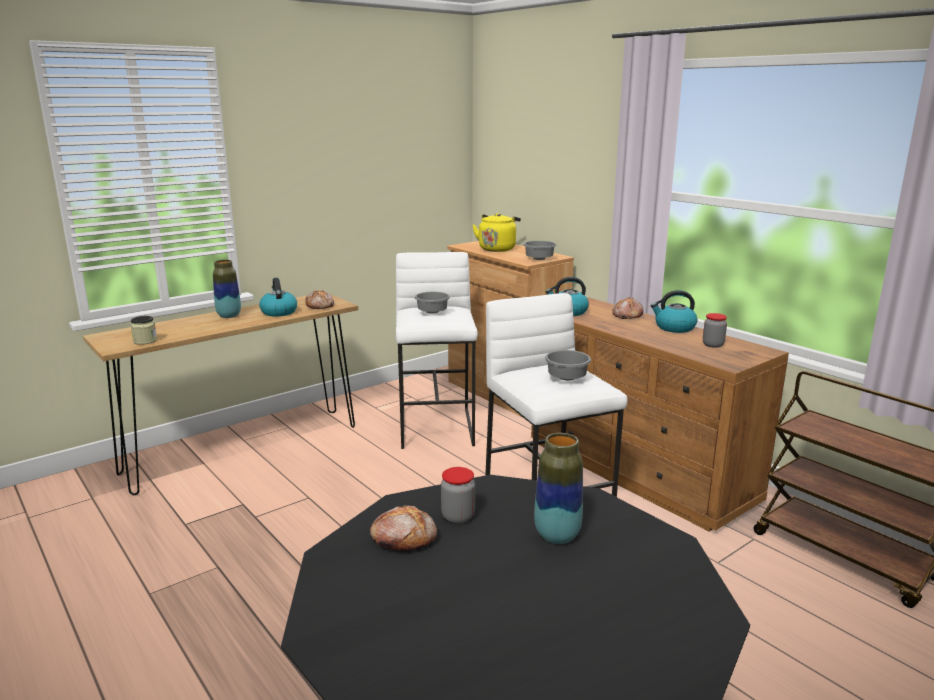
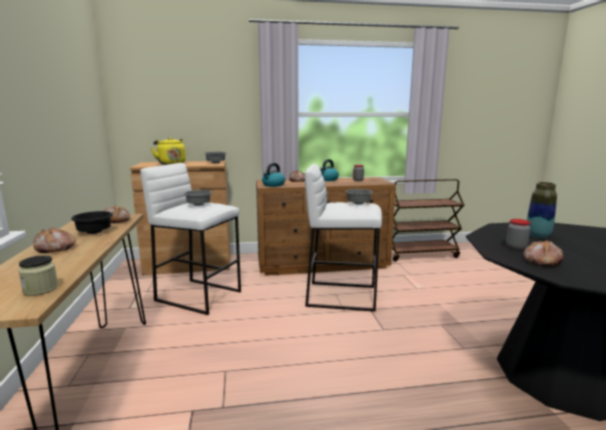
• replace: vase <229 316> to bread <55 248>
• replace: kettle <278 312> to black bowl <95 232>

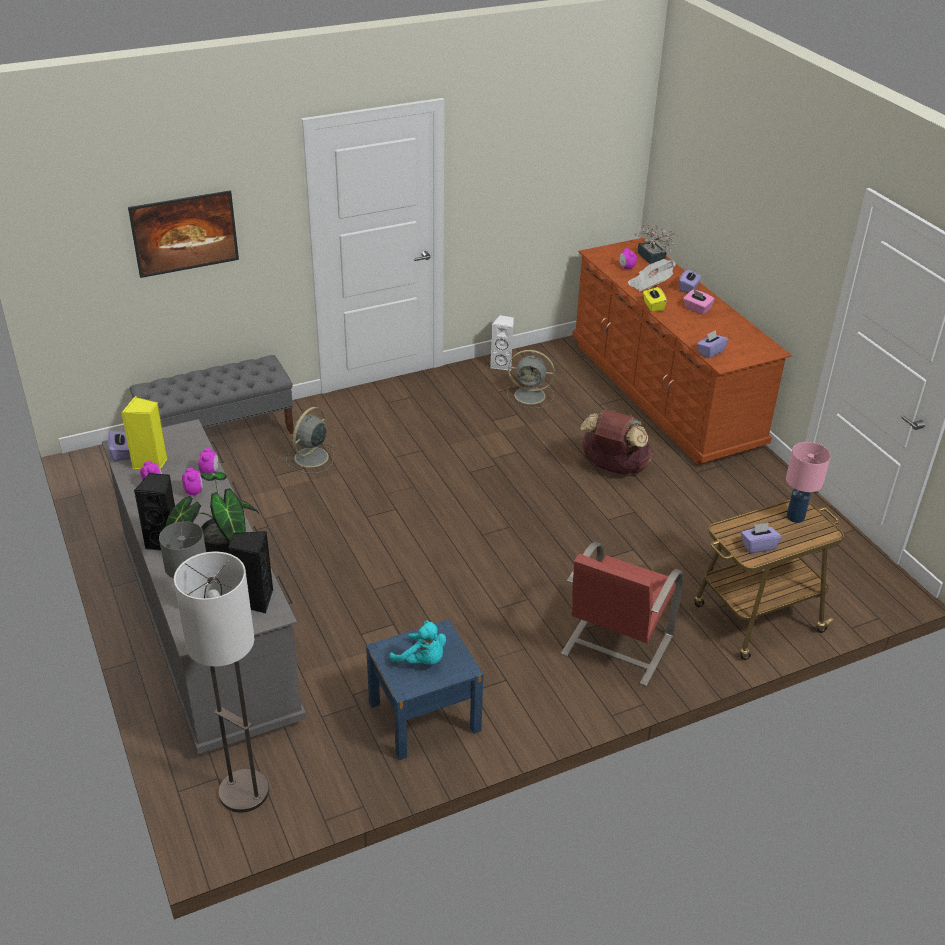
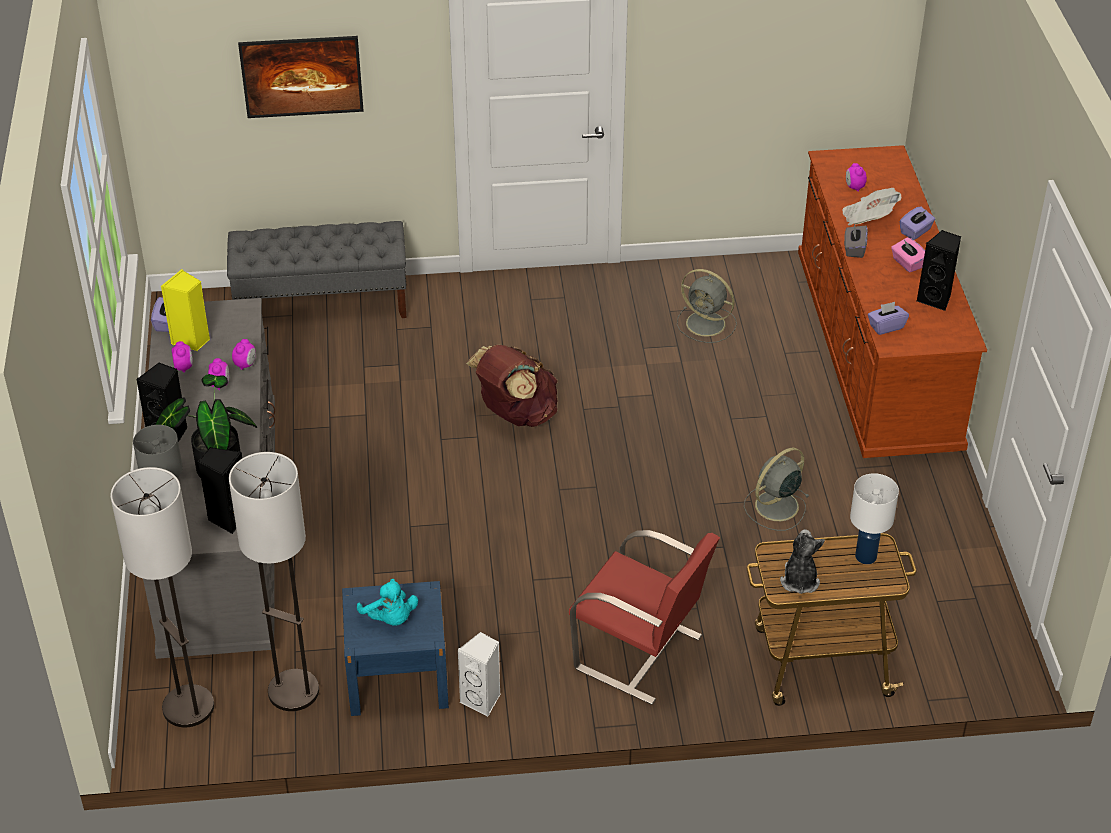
• delete: potted plant <652 258>
• recolor: yellow tissue box <653 306> to grey tissue box <854 249>
• move: white speaker <502 364> to <482 700>
• move: grey fan <310 458> to <775 507>
• move: brown backpack <614 468> to <516 414>
• recolor: pink table lamp <795 516> to white table lamp <866 556>
• replace: purple tissue box <758 546> to plush toy <799 580>
• rotate: red chair <615 646> = <640 654> 105 degrees counterclockwise
• insert: black speaker <936 299>
• insert: floor lamp <293 691>

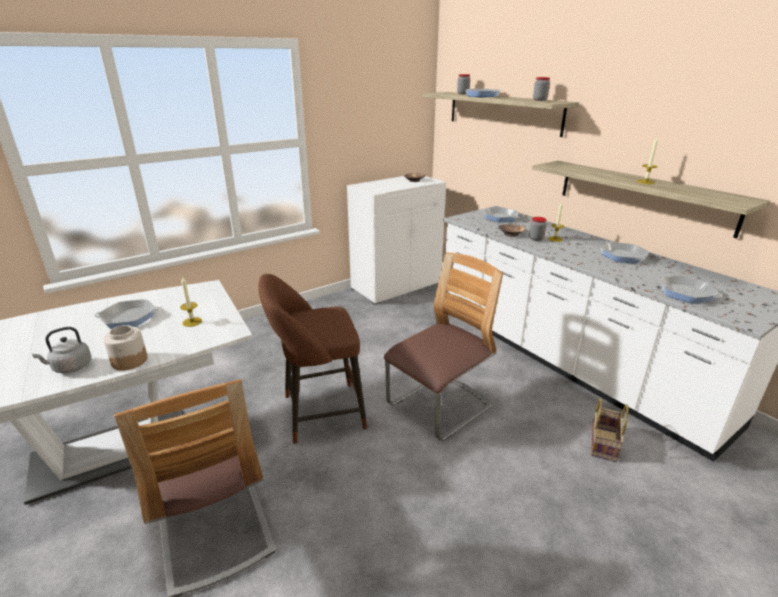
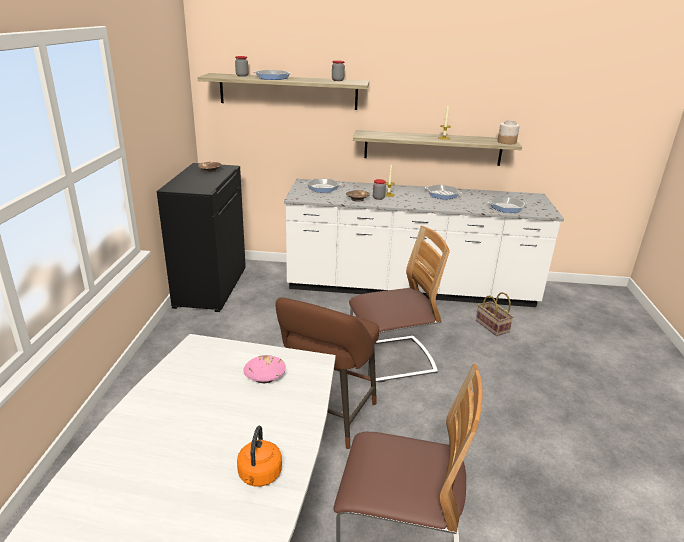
• recolor: white cabinet <396 286> to black cabinet <210 287>
• rotate: chair <439 407> = <392 359> 75 degrees clockwise
• replace: candle <192 322> to pink bowl <265 376>
• delete: frying pan <129 318>
• move: jar <129 361> to <506 142>
• recolor: grey kettle <70 367> to orange kettle <259 476>

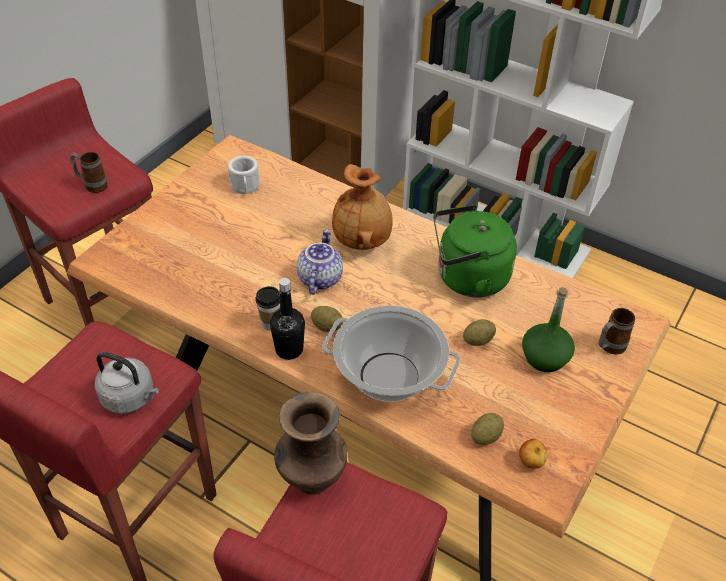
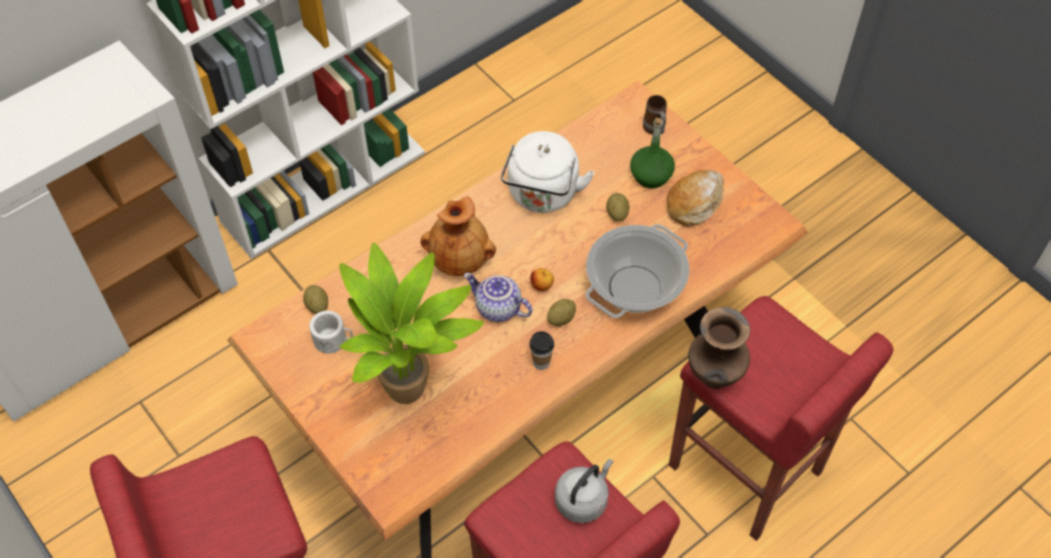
• delete: mug <92 185>
• recolor: green kettle <468 278> to white kettle <542 195>
• delete: black bottle <289 349>
• move: potato <485 436> to <317 306>
• move: apple <530 462> to <542 286>
• insert: bread <695 202>
• insert: potted plant <412 389>

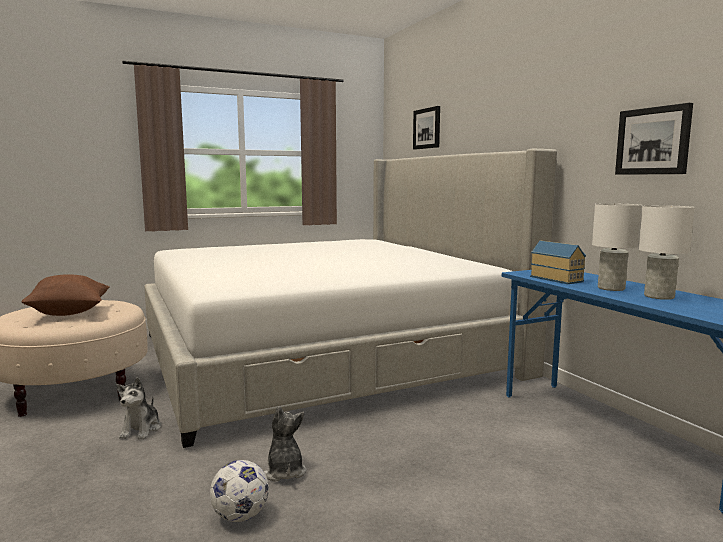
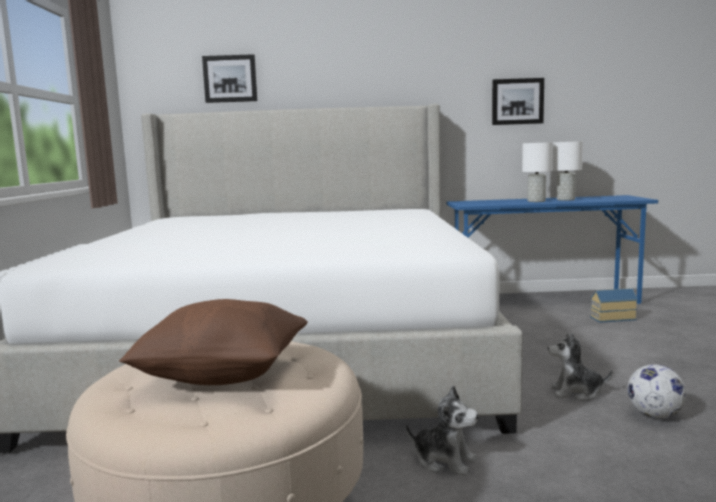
• move: toy house <557 279> to <611 318>

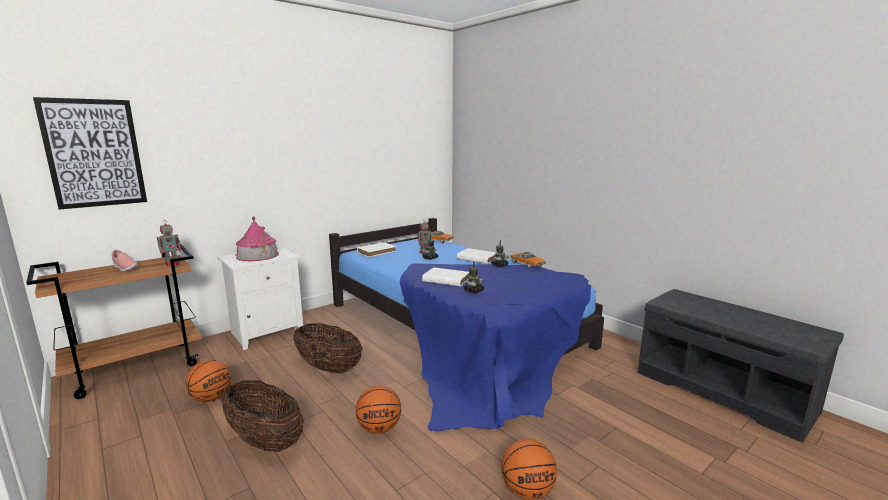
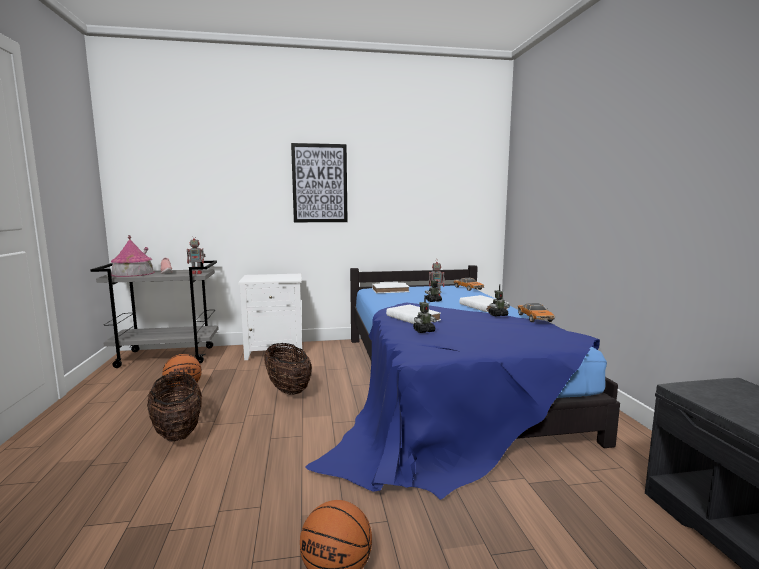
• move: picture <94 153> to <319 183>
• move: toy house <257 255> to <133 273>
• recolor: brown cart <137 368> to grey cart <167 357>
• delete: basketball <379 428>

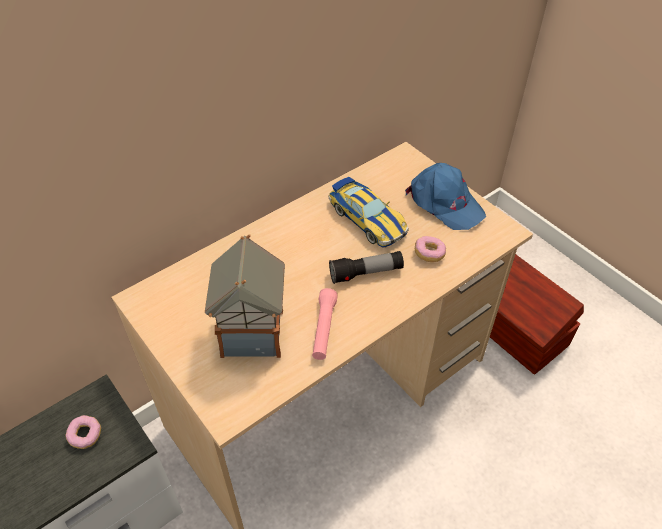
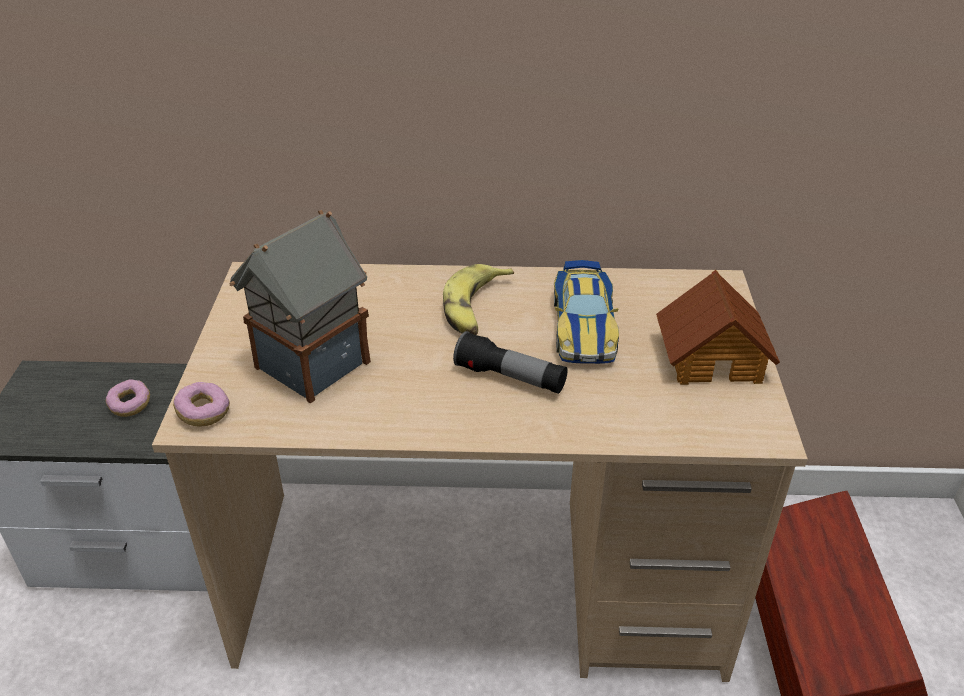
• replace: blue cap <444 203> to toy house <712 358>
• move: donut <429 254> to <204 413>
• delete: pink flashlight <324 329>
• insert: banana <475 309>

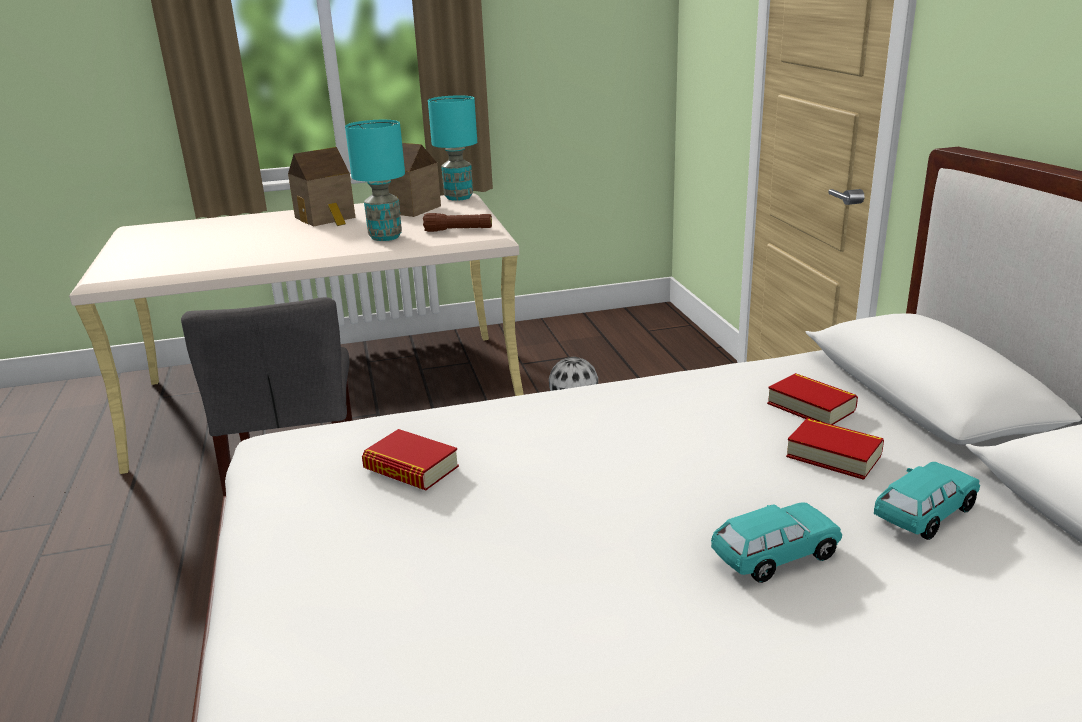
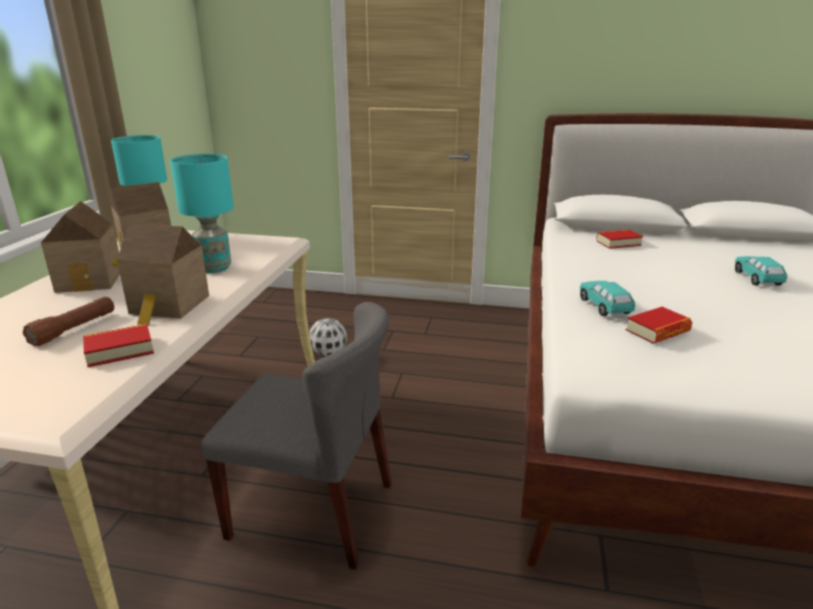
• move: brown flashlight <458 230> to <74 329>
• move: book <833 456> to <120 351>
• move: turquoise toy car <924 514> to <604 307>
• insert: toy house <168 306>

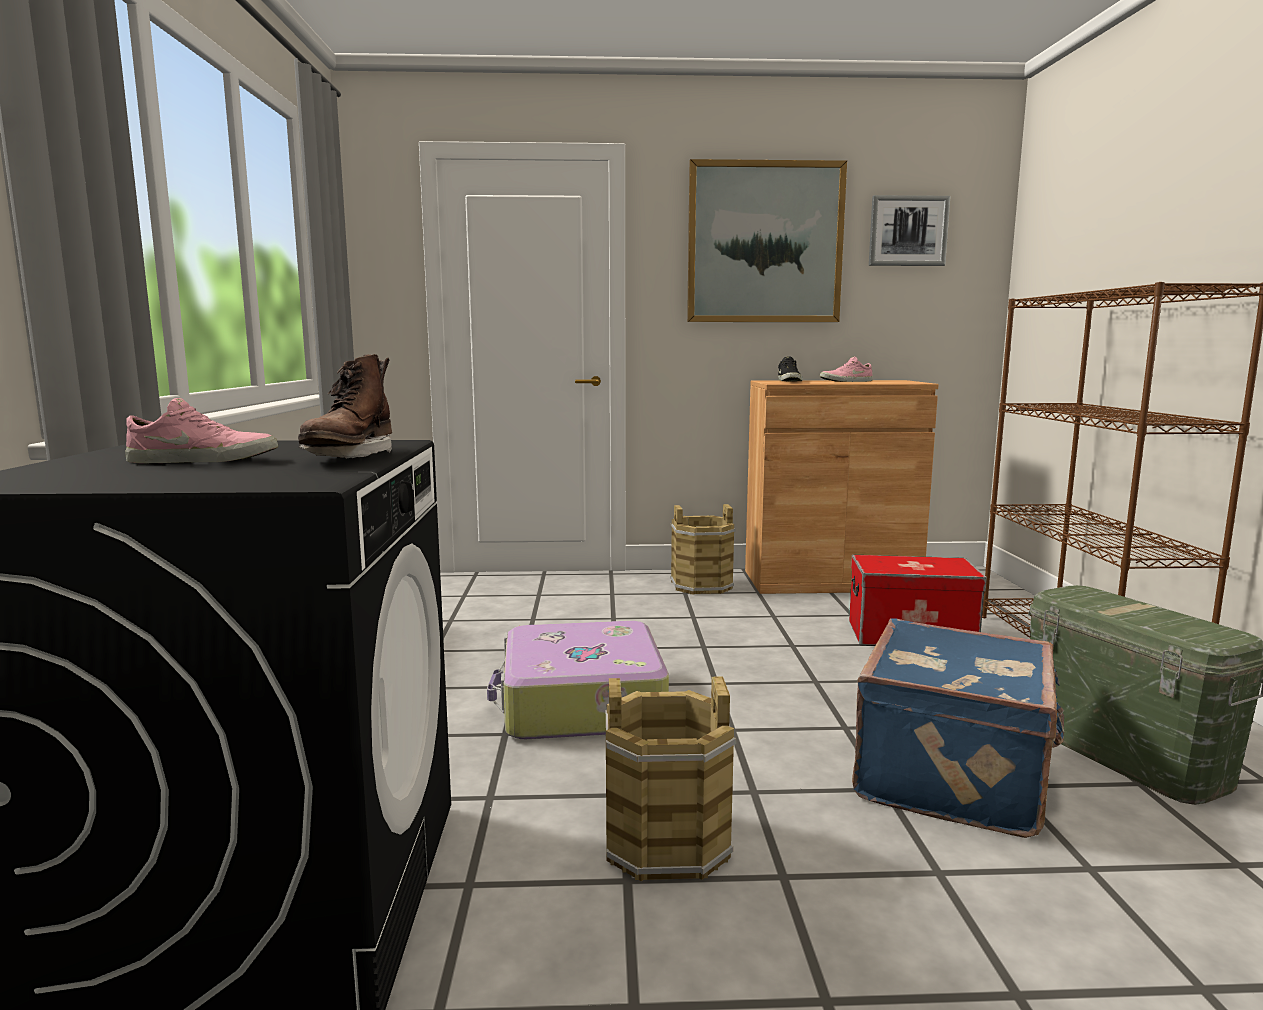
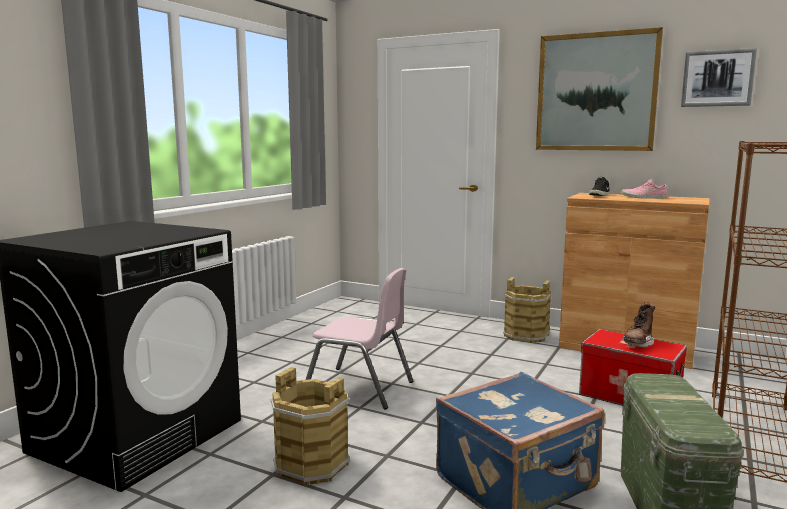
• move: brown boot <350 457> to <638 343>
• delete: pink shoe <205 460>
• replace: suitcase <580 703> to pink chair <359 388>

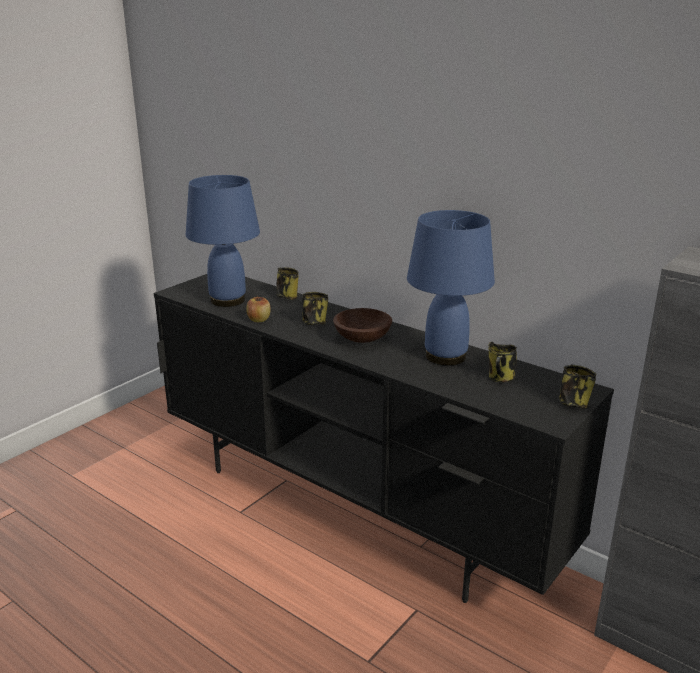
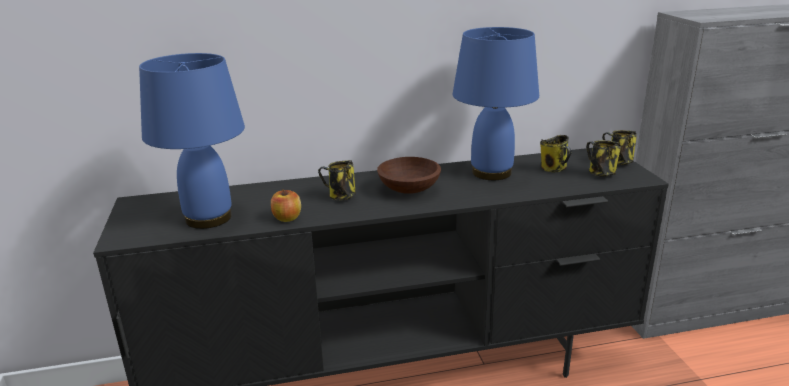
• move: mug <288 296> to <600 174>

